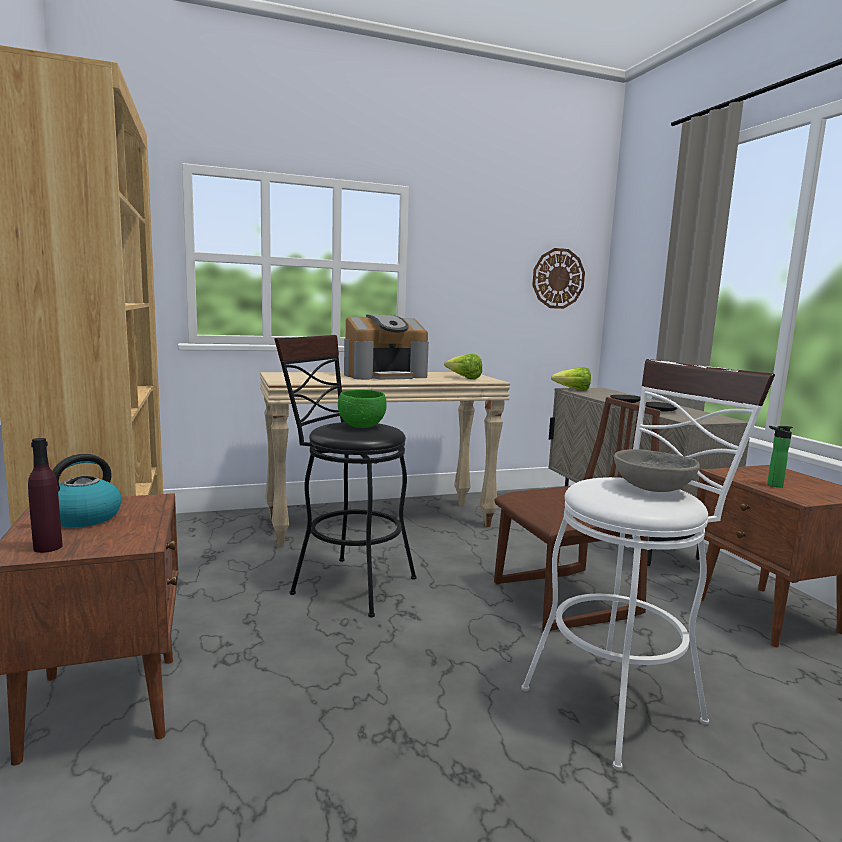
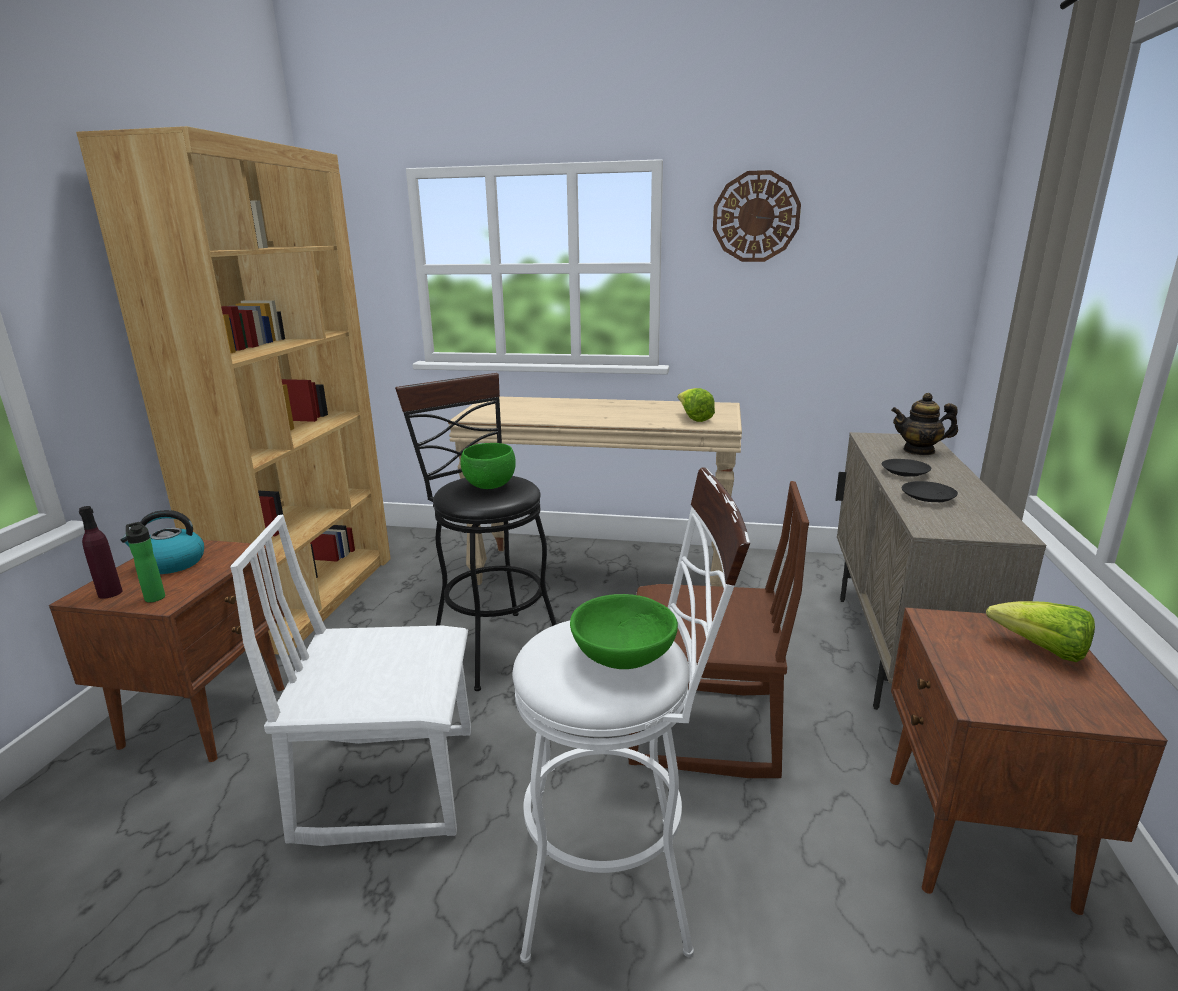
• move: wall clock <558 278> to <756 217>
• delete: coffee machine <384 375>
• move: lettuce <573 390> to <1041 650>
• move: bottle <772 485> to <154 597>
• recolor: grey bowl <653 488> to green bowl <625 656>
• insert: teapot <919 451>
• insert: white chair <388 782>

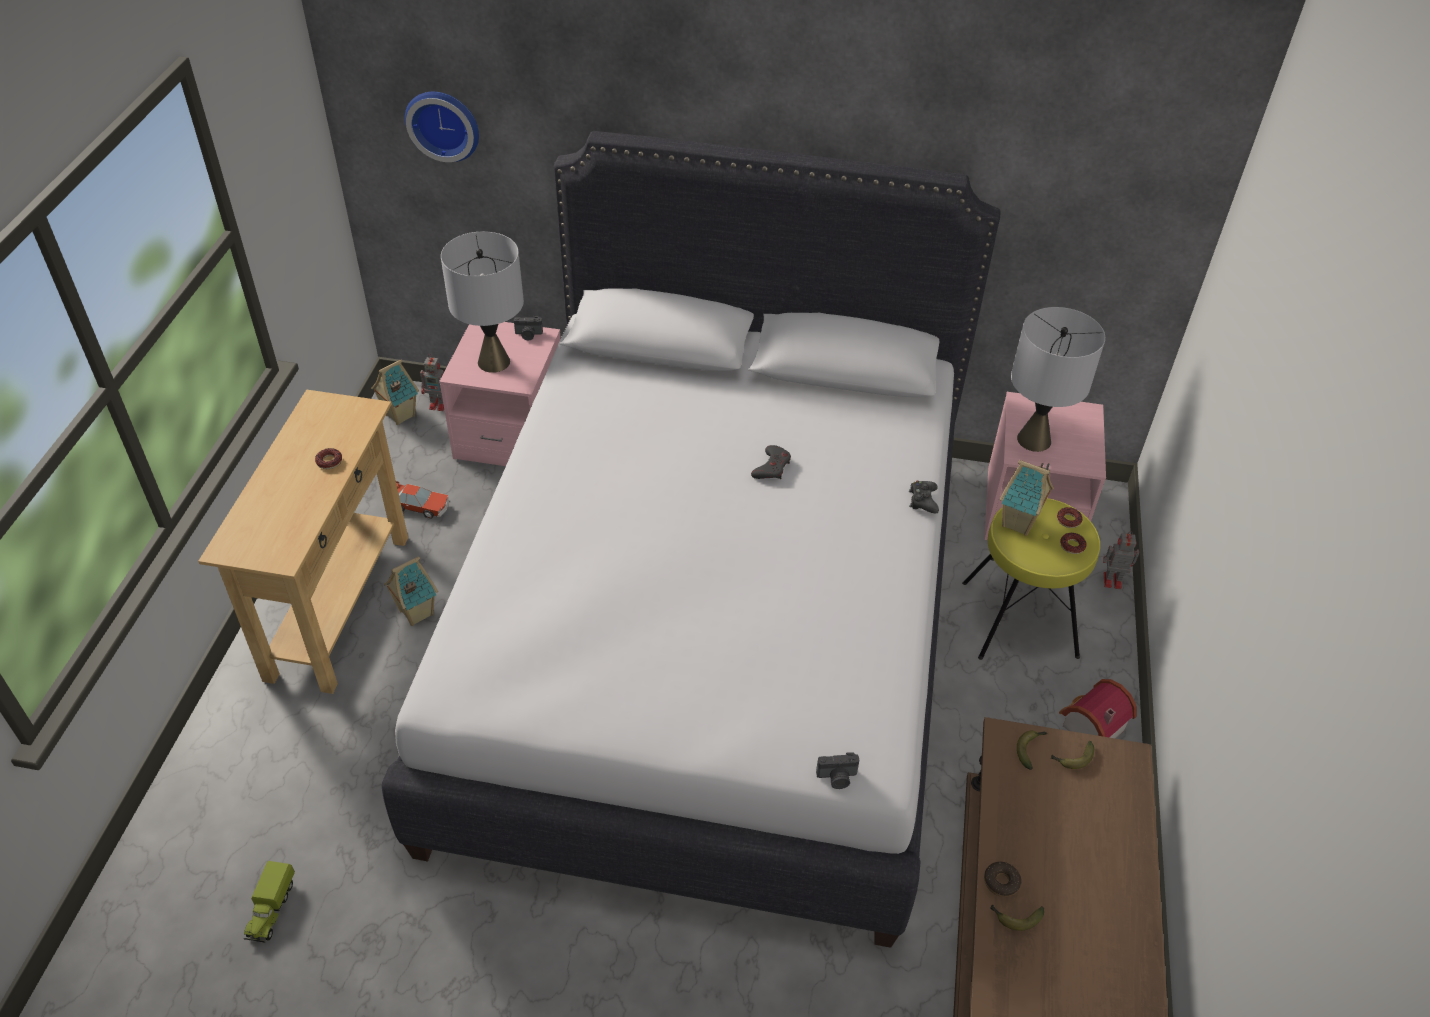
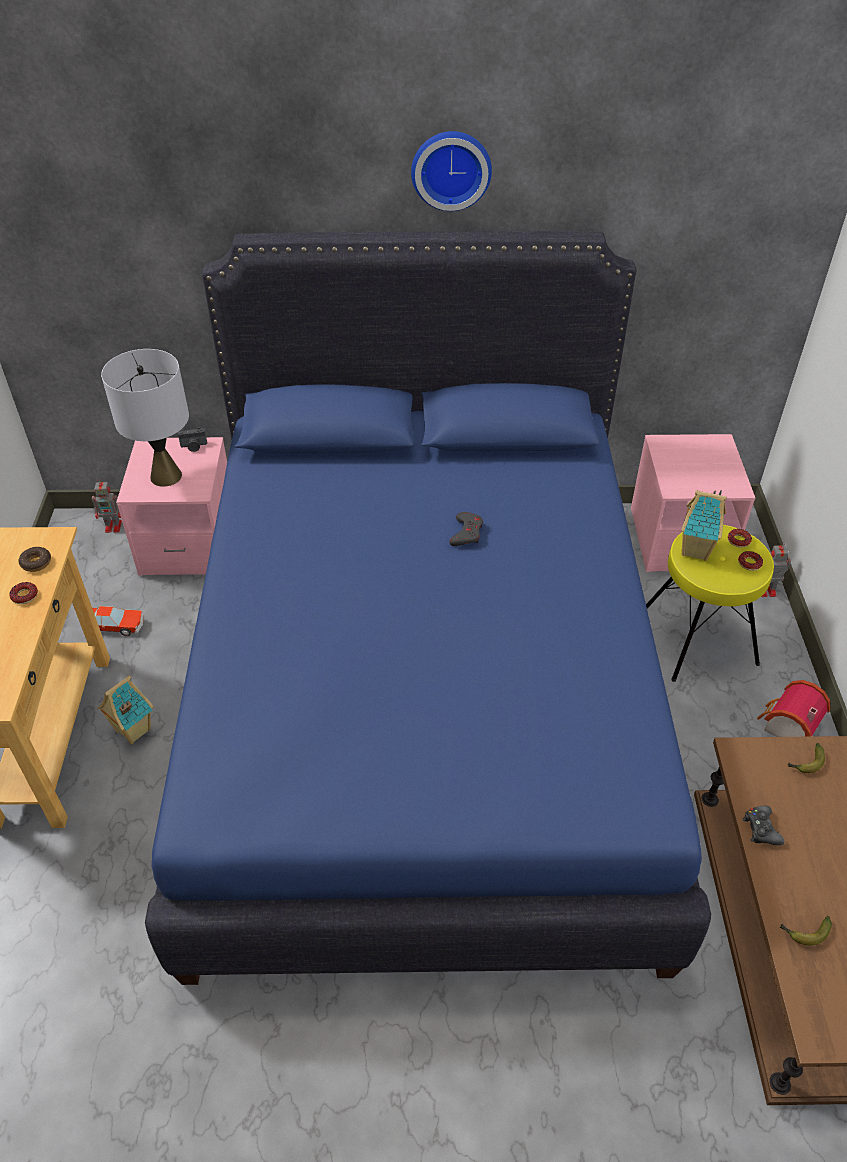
• move: wall clock <444 123> to <451 169>
• recolor: white bed <709 633> to blue bed <422 700>
• delete: grey table lamp <1034 440>
• delete: toy house <399 415>
• move: black game controller <923 500> to <761 829>
• delete: banana <1030 749>
• delete: photo camera <837 778>
• delete: toy truck <271 910>
• move: donut <1001 882> to <36 563>

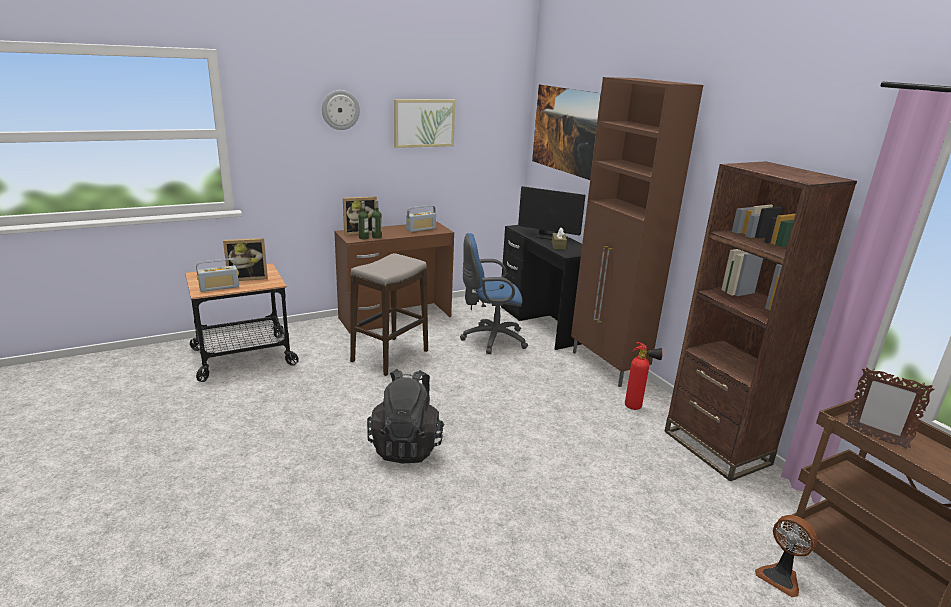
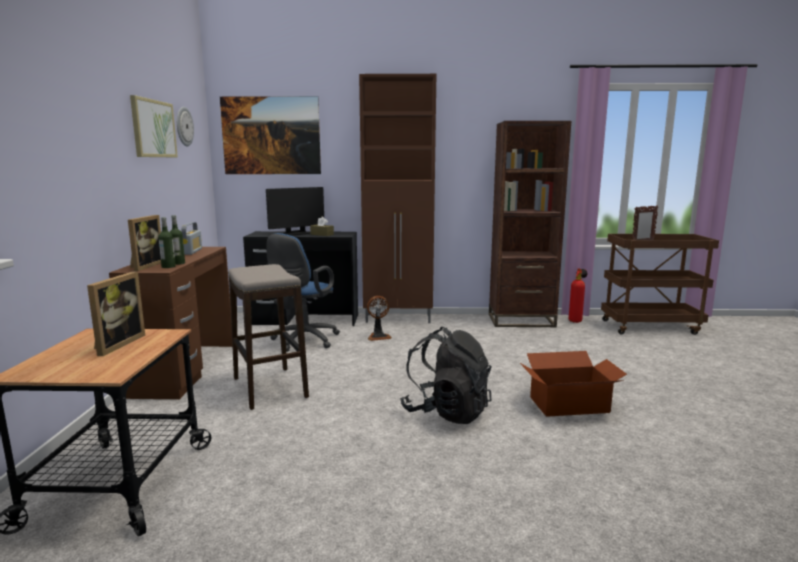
• move: wall clock <340 110> to <184 126>
• delete: radio <219 287>
• move: fire extinguisher <637 407> to <576 321>
• move: fan <780 577> to <378 336>
• insert: cardboard box <570 405>

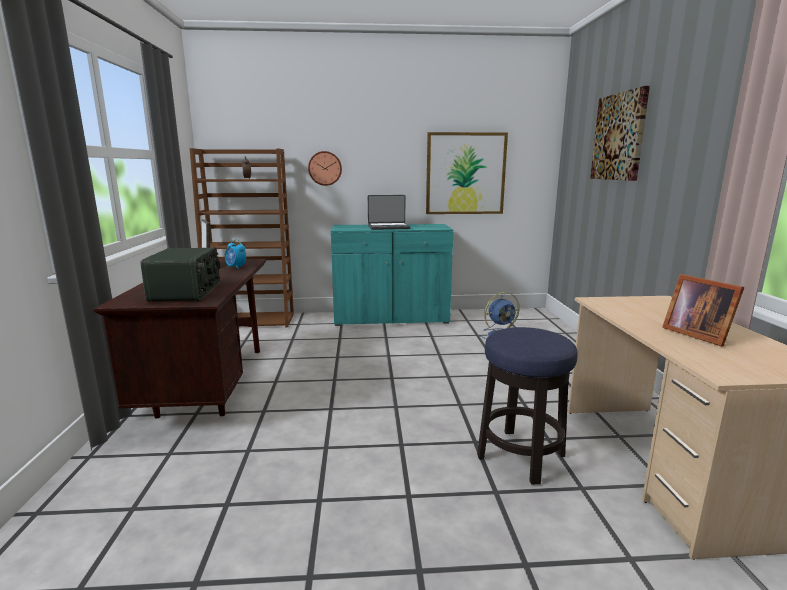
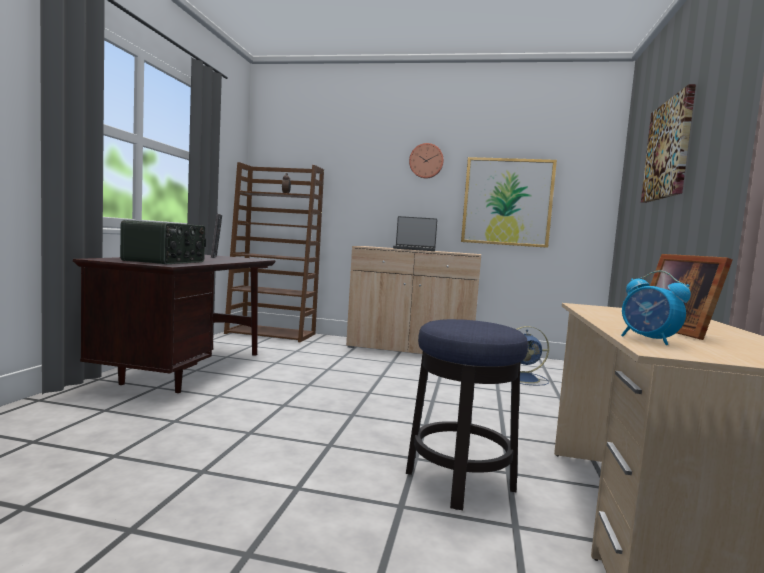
• move: wall clock <325 168> to <426 161>
• recolor: turquoise cabinet <391 318> to beige cabinet <410 349>
• move: alarm clock <236 267> to <648 340>

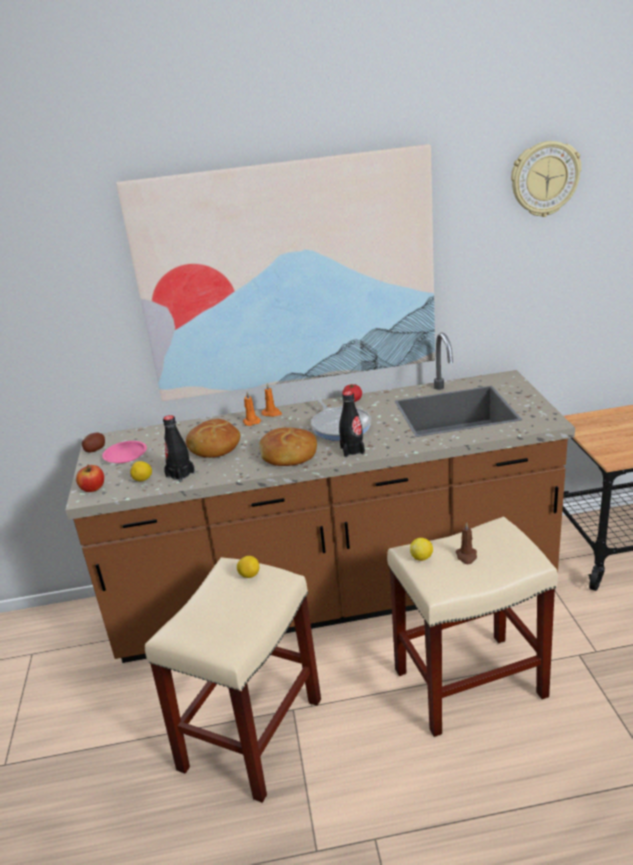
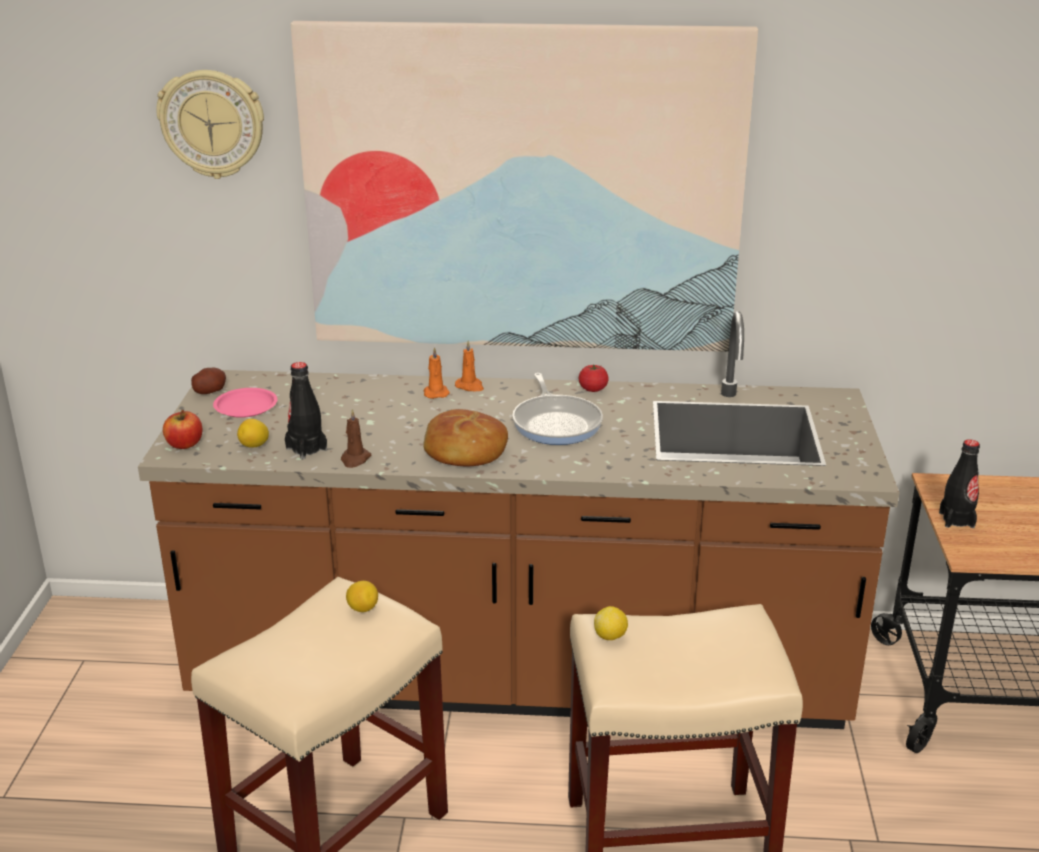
• move: wall clock <544 179> to <212 124>
• move: black bottle <352 450> to <956 520>
• delete: bread <214 447>
• move: brown candle <466 556> to <355 459>

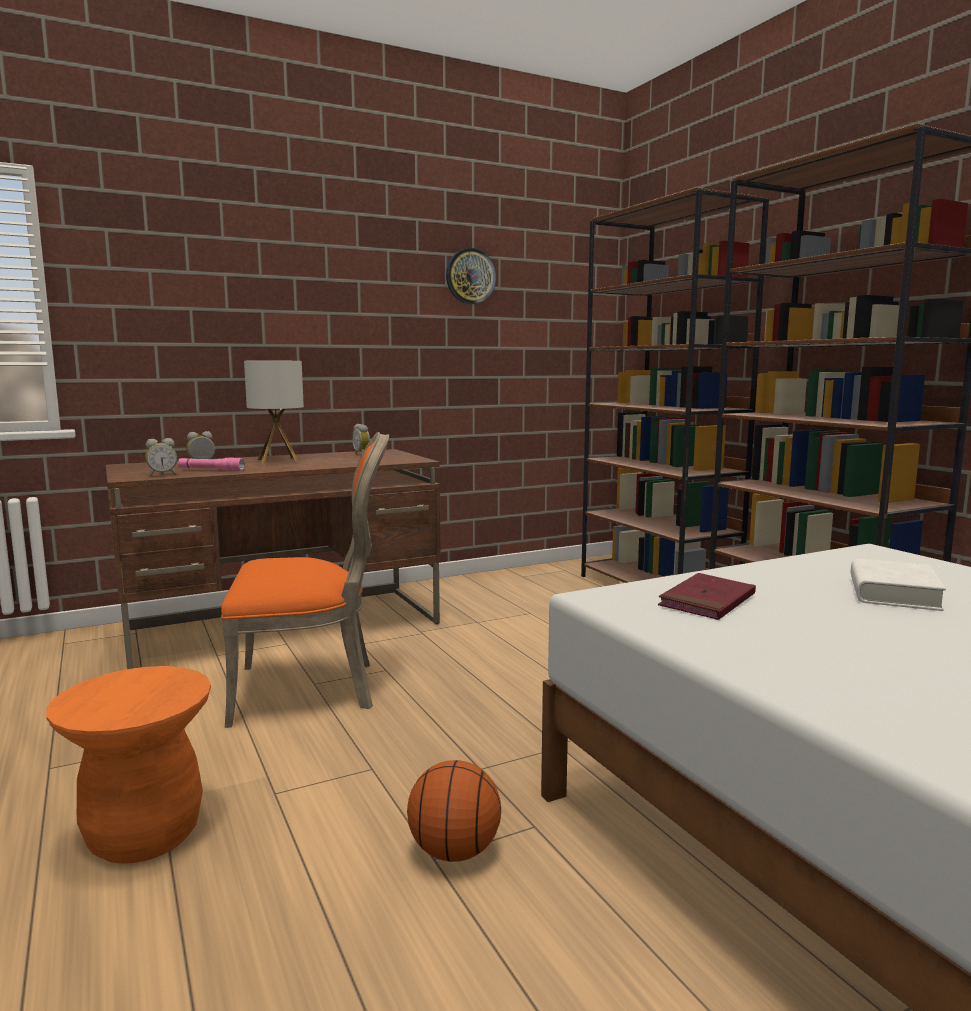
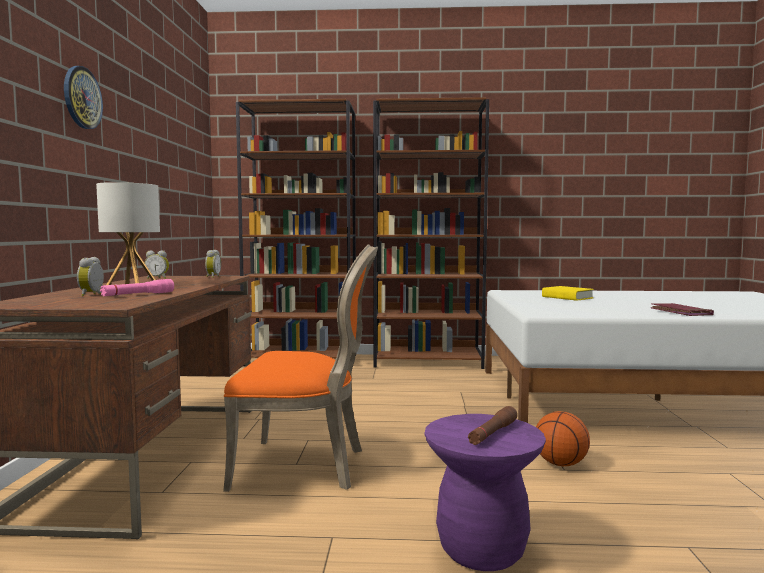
• move: wall clock <470 276> to <82 98>
• rotate: orange chair <310 689> = <305 466> 75 degrees clockwise
• move: alarm clock <162 475> to <212 277>
• recolor: white book <893 593> to yellow book <567 297>
• move: red book <707 601> to <680 312>
• recolor: orange stool <144 835> to purple stool <481 550>
• insert: brown flashlight <492 433>

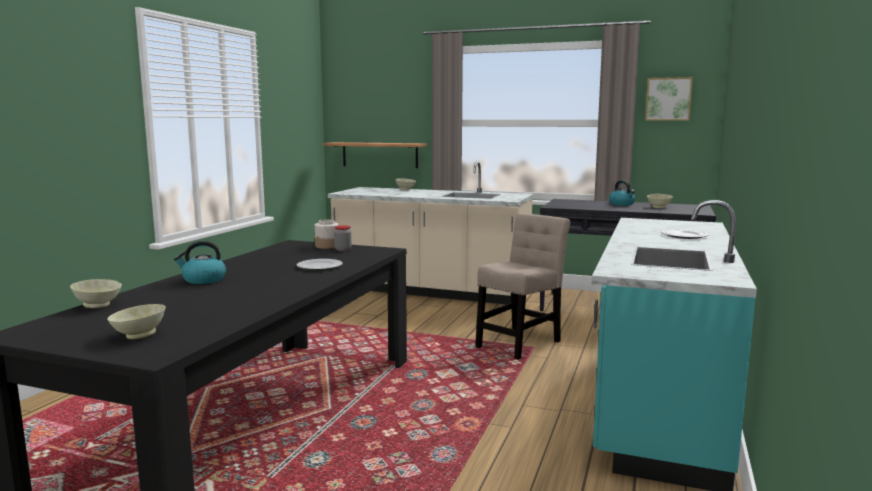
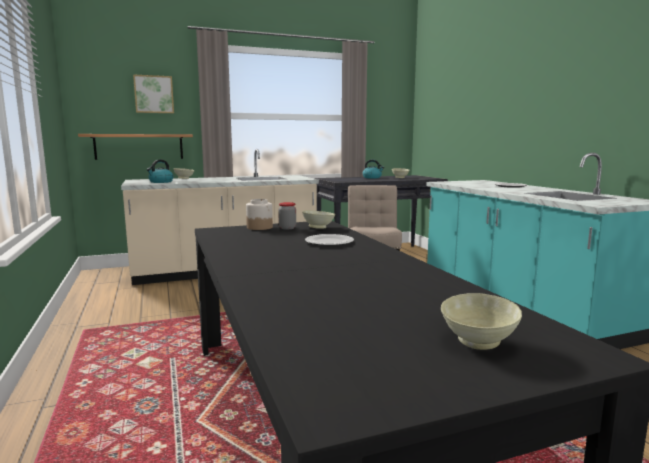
• move: picture <668 99> to <154 94>
• move: kettle <203 280> to <161 182>
• move: beige bowl <98 305> to <319 227>

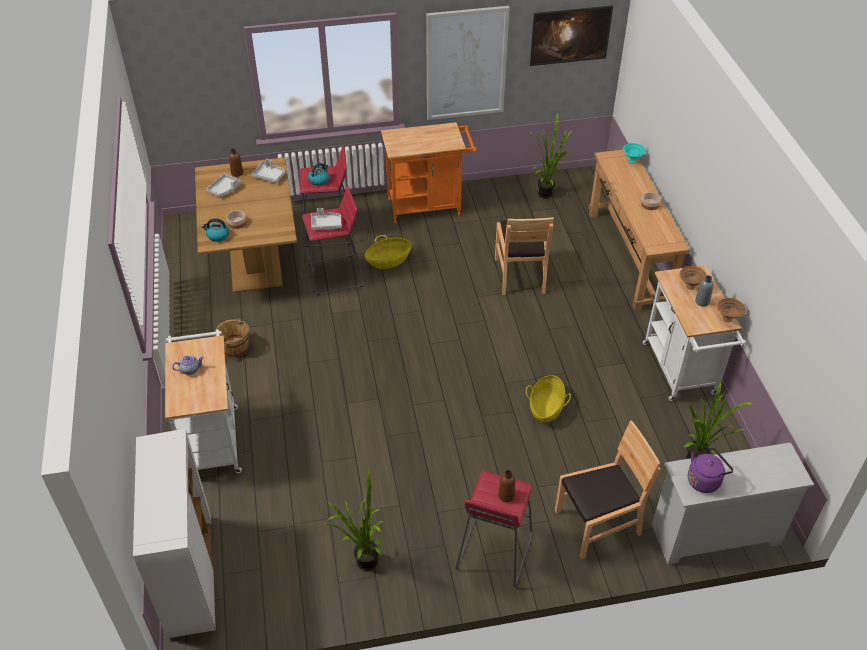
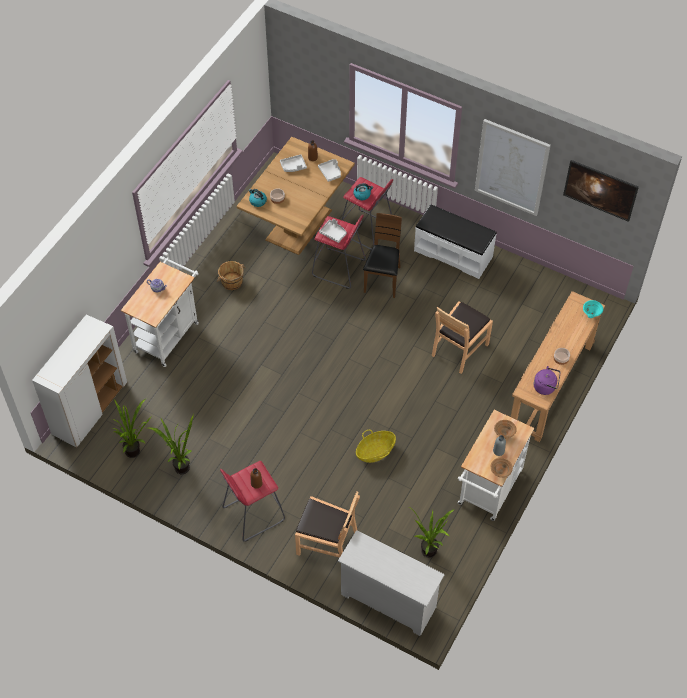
• move: potted plant <547 193> to <136 451>
• replace: orange cart <429 206> to white bench <453 253>
• replace: basket <388 261> to brown chair <383 280>
• move: purple kettle <705 480> to <546 387>

